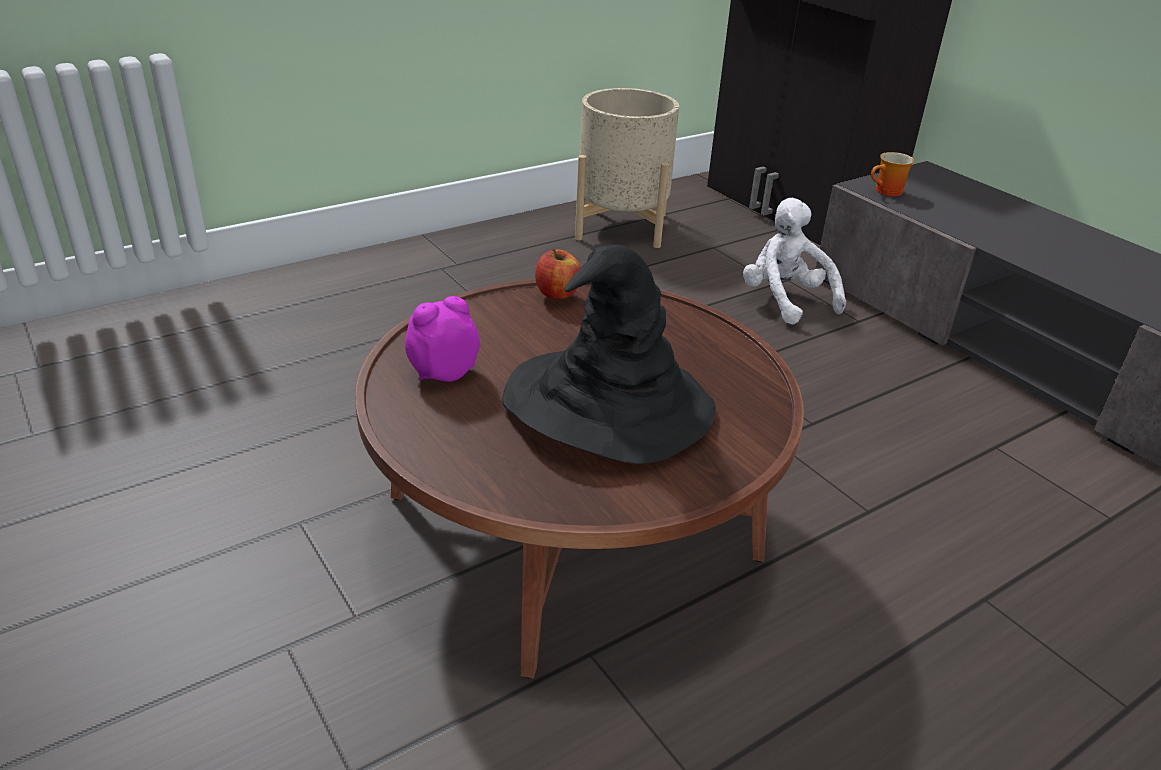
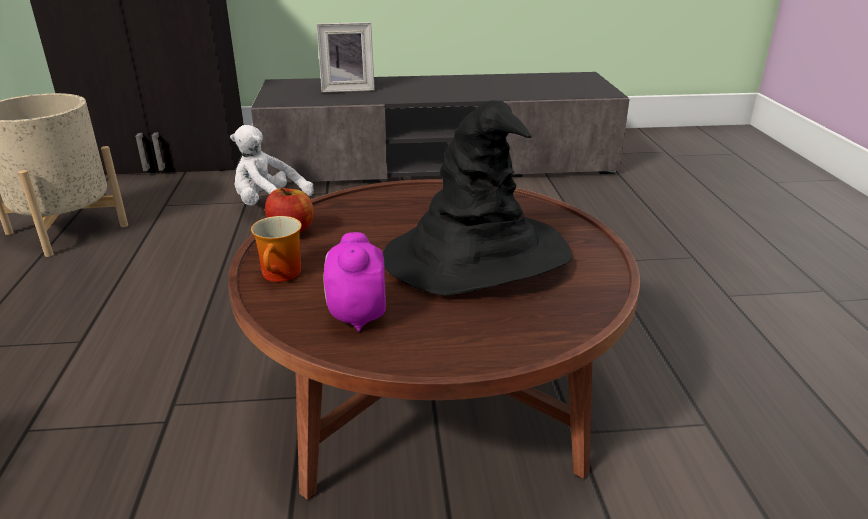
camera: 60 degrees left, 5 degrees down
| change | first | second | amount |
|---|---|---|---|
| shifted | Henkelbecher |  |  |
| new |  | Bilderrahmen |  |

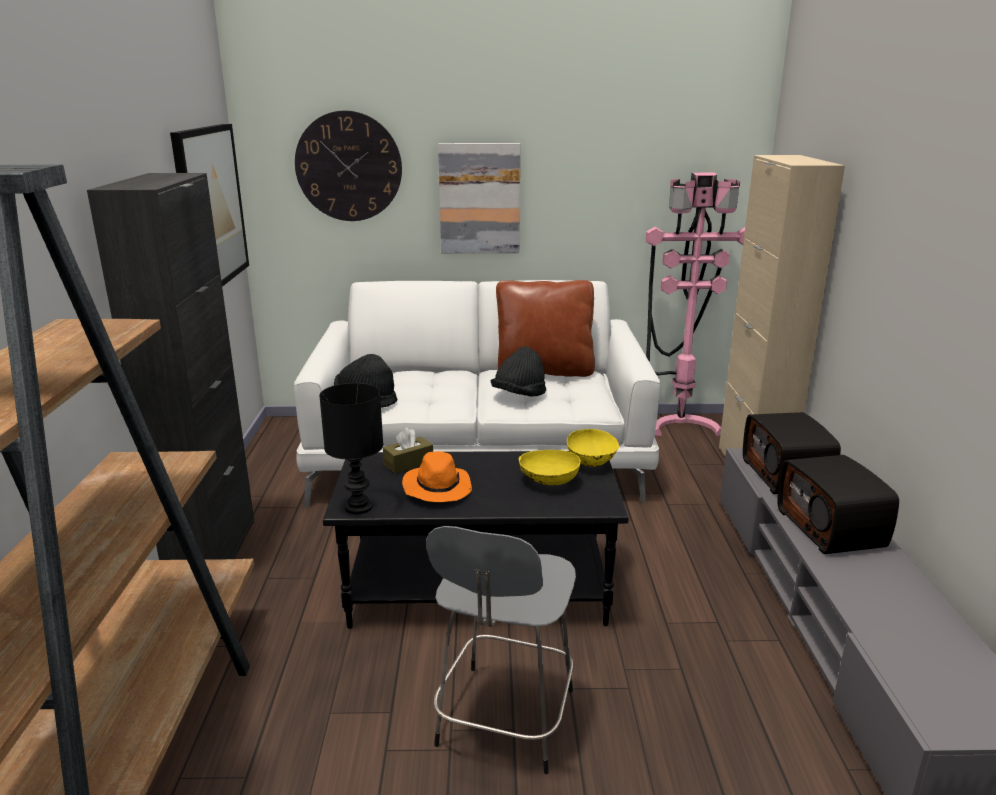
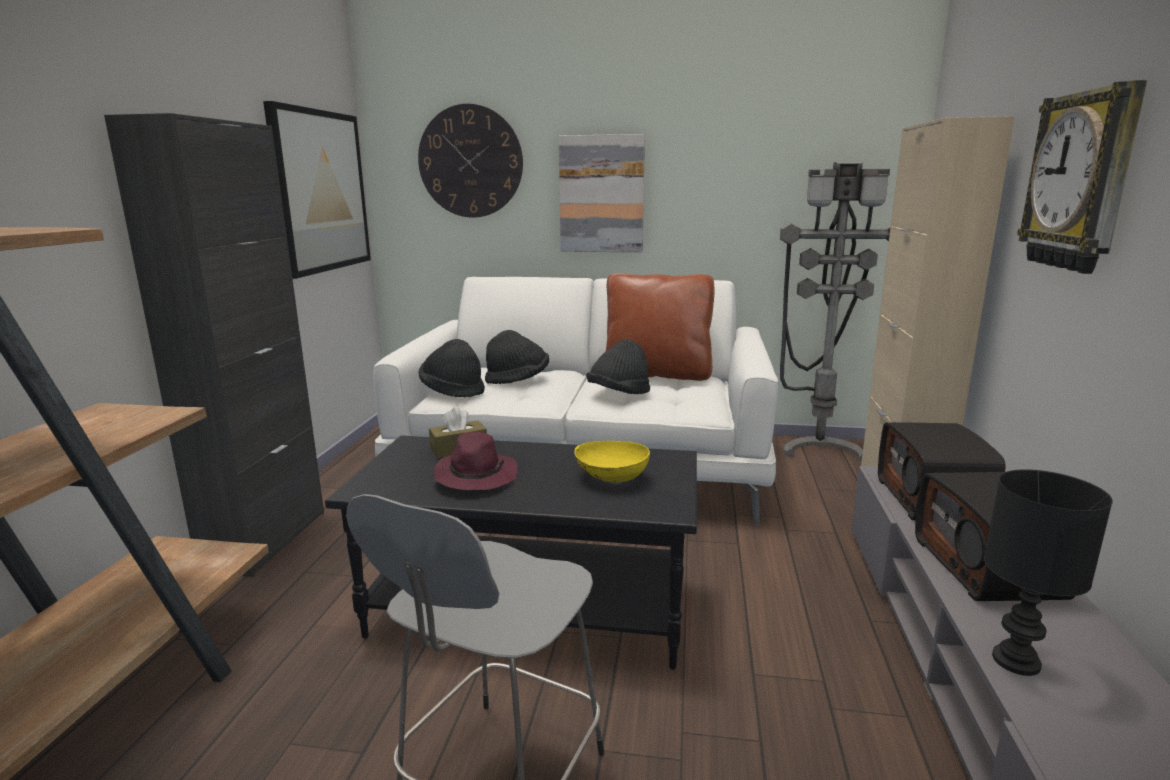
camera: 10 degrees right, 5 degrees down
| change | first | second | amount |
|---|---|---|---|
| repainted | Hut [orange] | Hut [lila] |  |
| new |  | Hut [schwarz] (no. 2 from left) |  |
| repainted | Stehlampe [rosa] | Stehlampe [grau] |  |
| shifted | Tischlampe [schwarz] |  |  |
| new |  | Wanduhr (no. 2 from left) |  |
| gone | Schüssel [gelb] (no. 2 from left) |  |  |

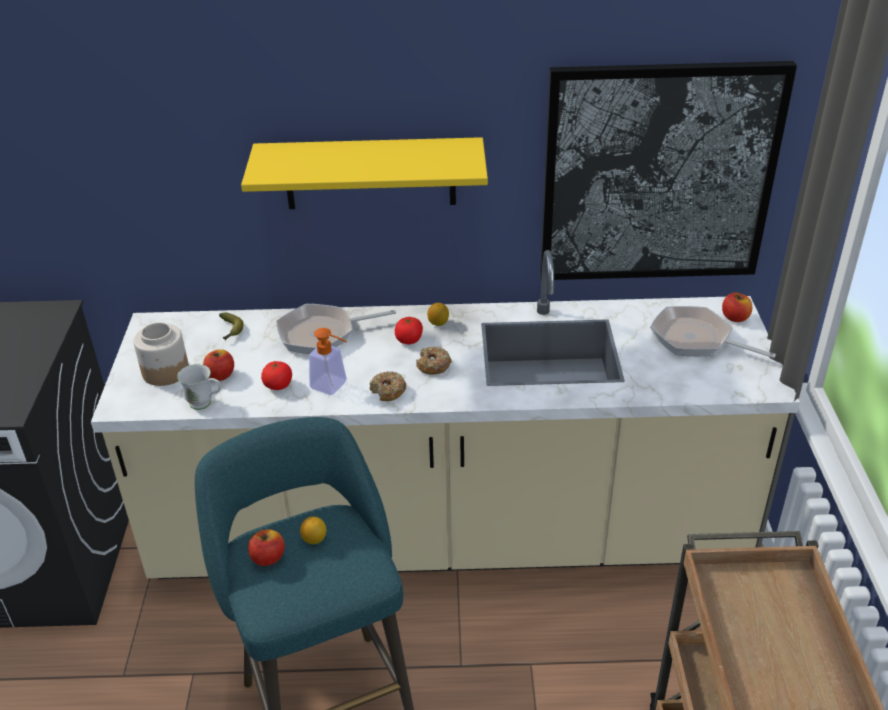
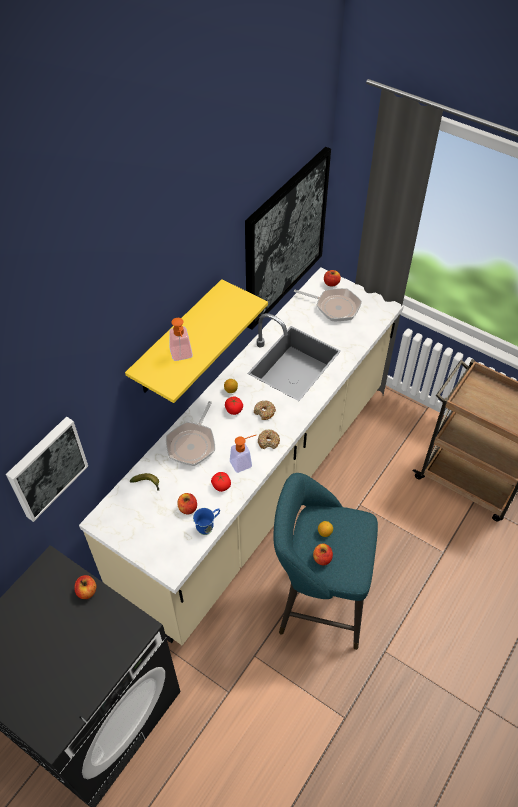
camera: 55 degrees left, 15 degrees up
| change | first | second | amount |
|---|---|---|---|
| new |  | Bild (no. 1 from left) |  |
| new |  | Apfel (no. 1 from left) |  |
| new |  | Seifenspender (no. 1 from left) |  |
| repainted | Henkelbecher [weiß] | Henkelbecher [blau] |  |
| rotated | Pfanne (no. 2 from left) |  | 135 degrees counterclockwise |
| gone | Vorratsglas |  |  |

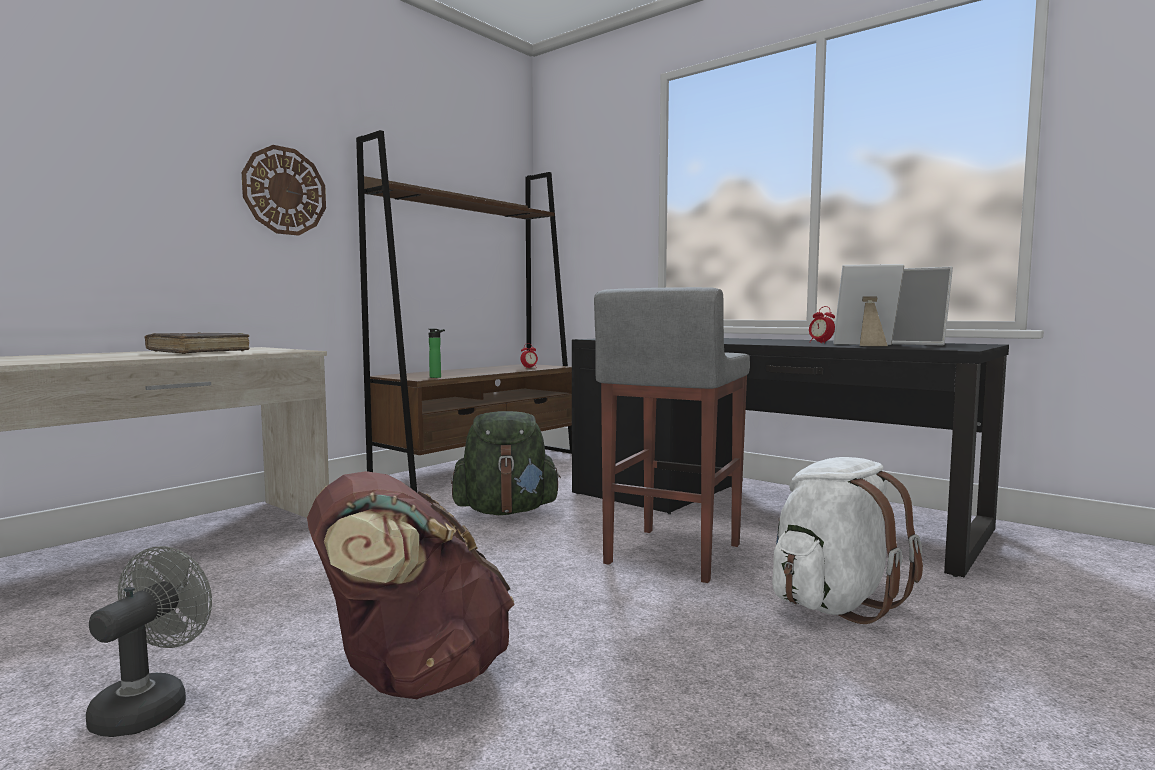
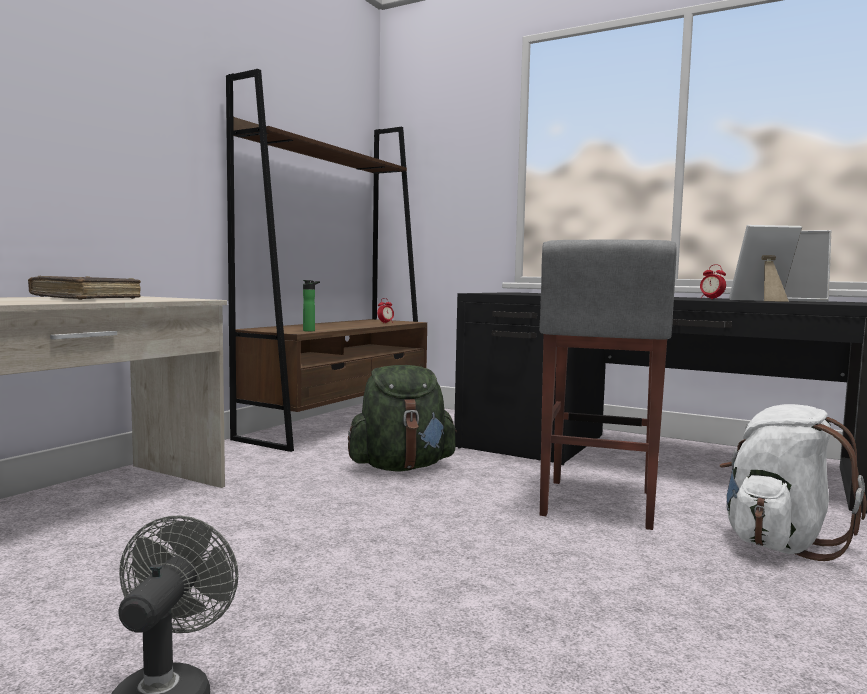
camera: 10 degrees left, 0 degrees up
| change | first | second | amount |
|---|---|---|---|
| gone | Wanduhr |  |  |
| gone | Rucksack [braun] |  |  |

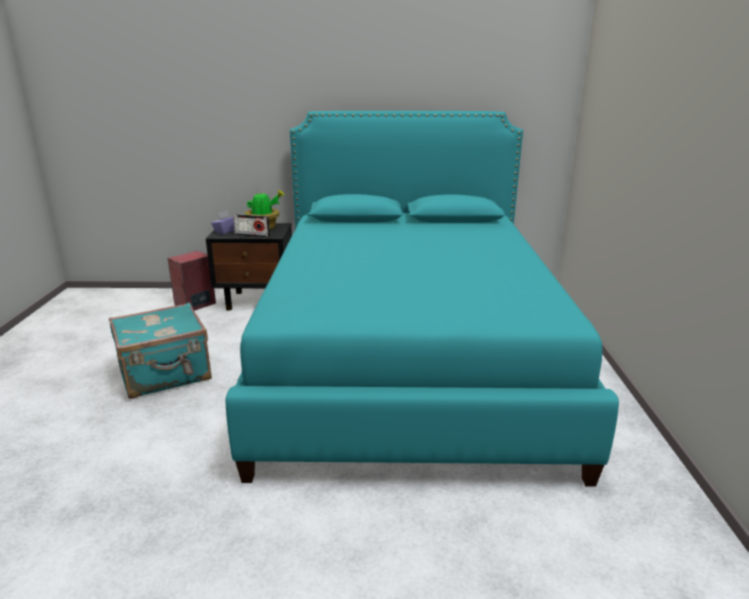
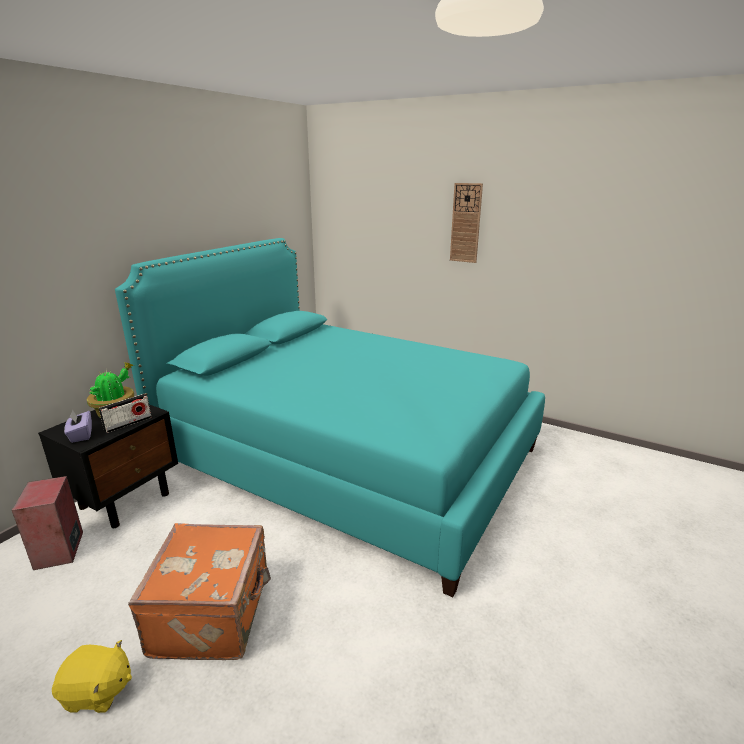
camera: 60 degrees left, 0 degrees up
| change | first | second | amount |
|---|---|---|---|
| new |  | Plüschtier [gelb] |  |
| repainted | Koffer [türkis] | Koffer [orange] |  |
| new |  | Wanduhr |  |

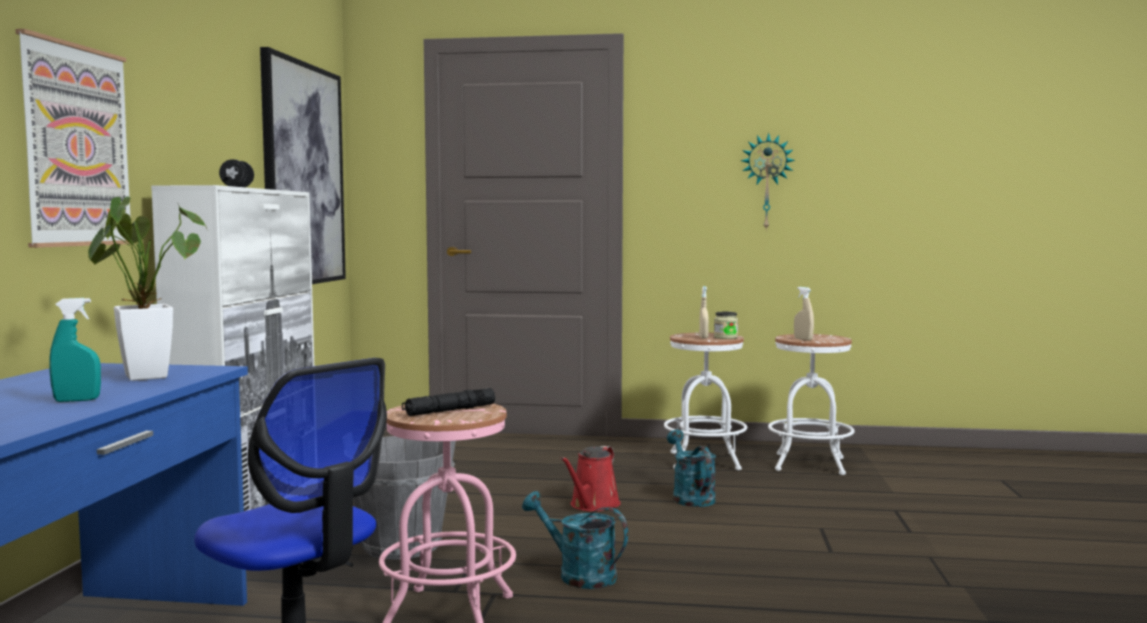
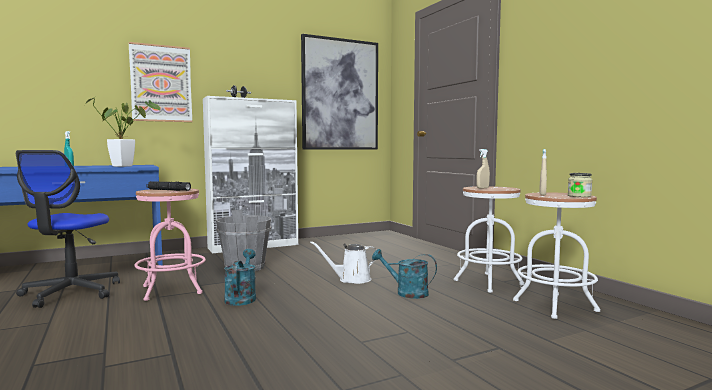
camera: 55 degrees right, 0 degrees up
| change | first | second | amount |
|---|---|---|---|
| repainted | Gießkanne [rot] | Gießkanne [weiß] |  |
| rotated | Gießkanne [türkis] (no. 2 from left) |  | 105 degrees counterclockwise |
| shifted | Vorratsglas |  |  |
| gone | Wanduhr |  |  |

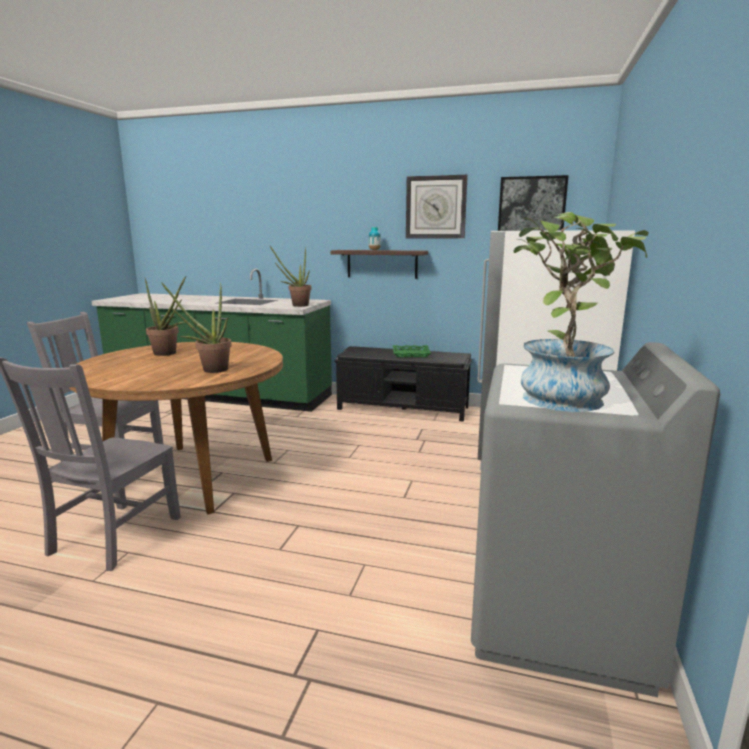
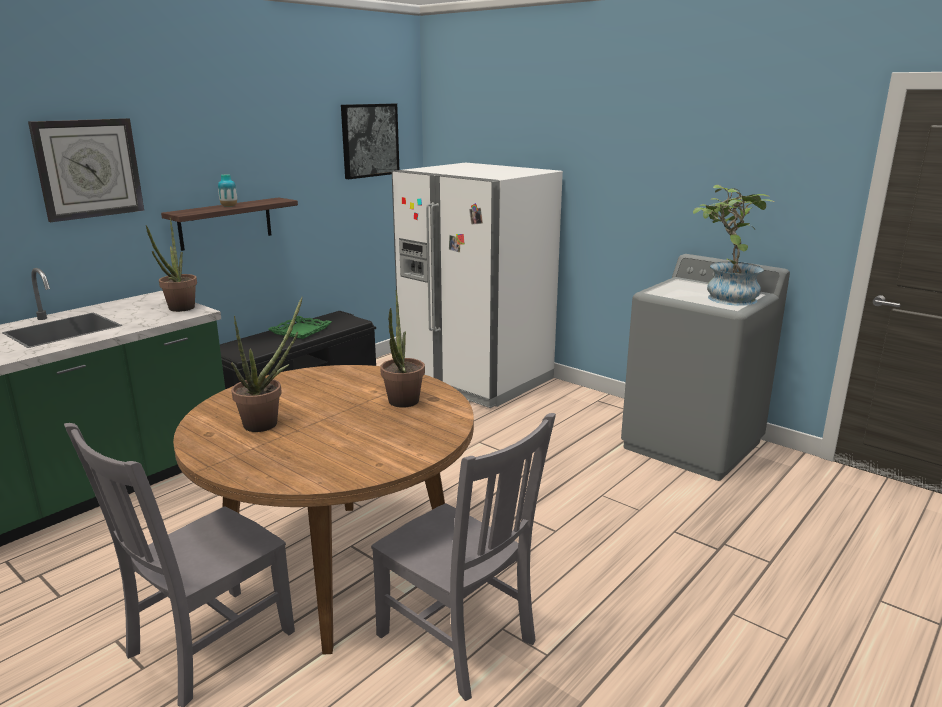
camera: 65 degrees left, 5 degrees up
| change | first | second | amount |
|---|---|---|---|
| shifted | Wanduhr |  |  |

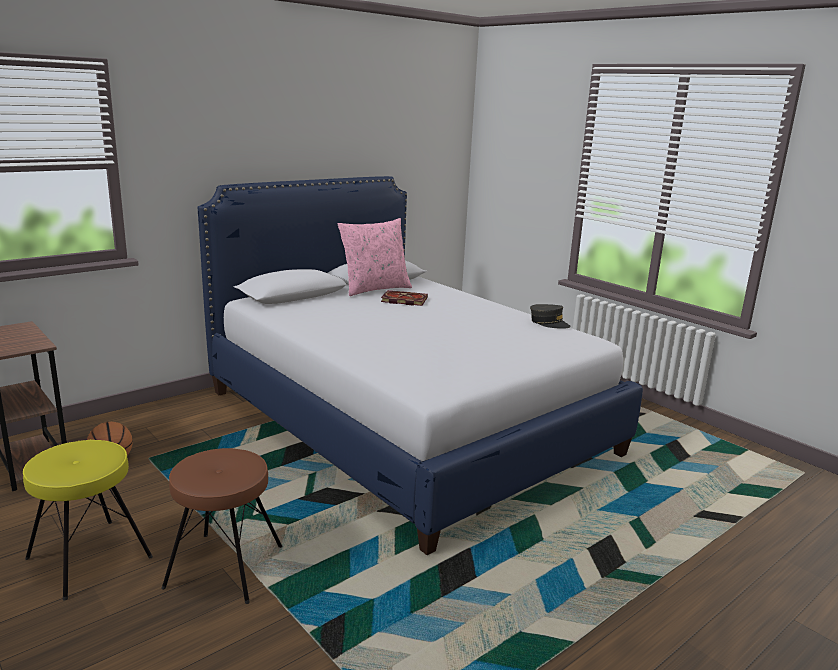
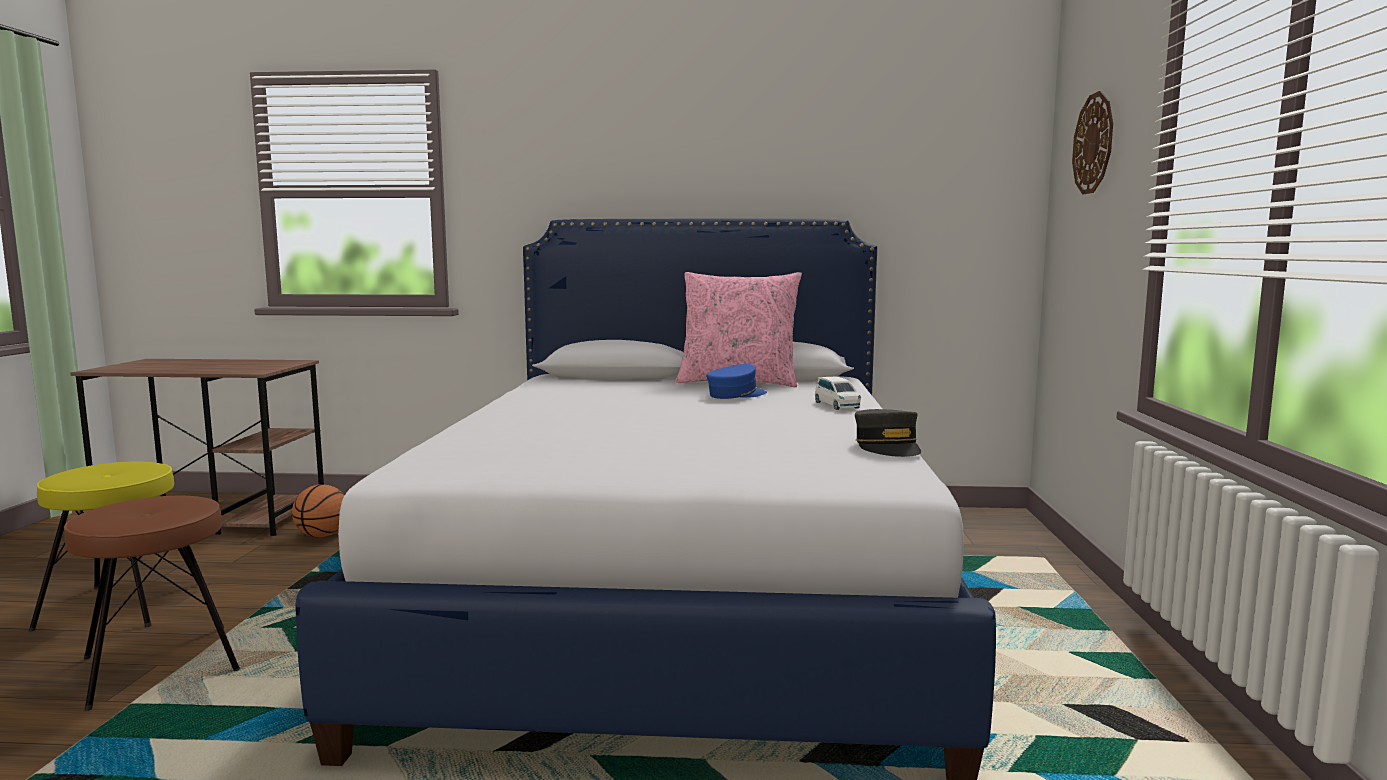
camera: 45 degrees right, 10 degrees down
| change | first | second | amount |
|---|---|---|---|
| swapped | Buch | Kappe [blau] |  |
| new |  | Spielzeugauto [weiß] |  |
| new |  | Wanduhr |  |

